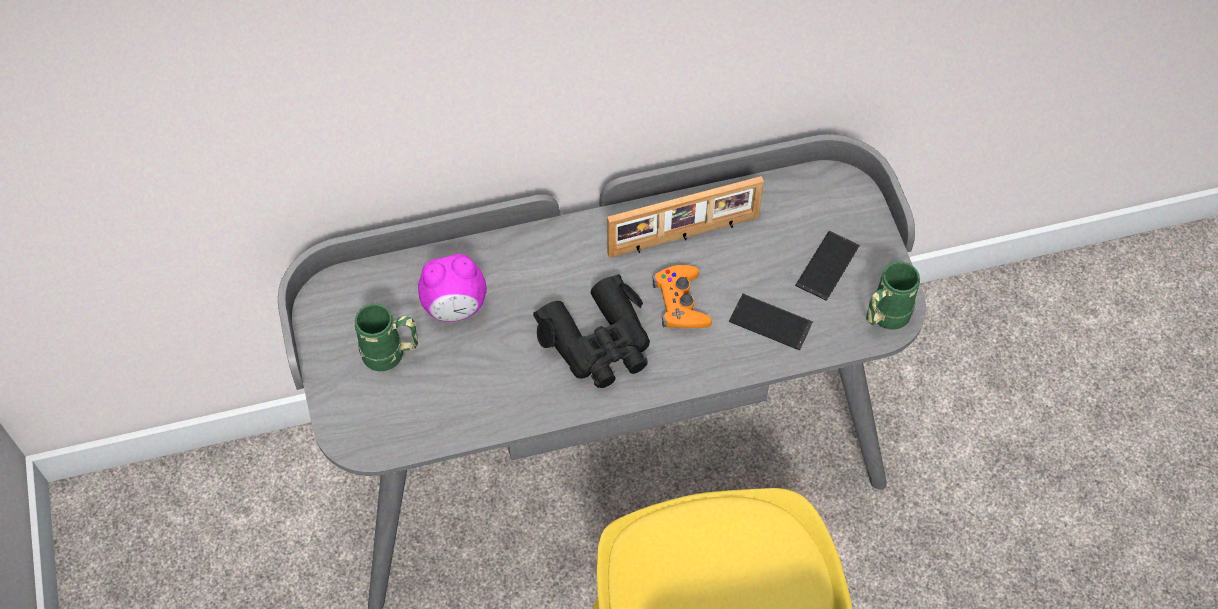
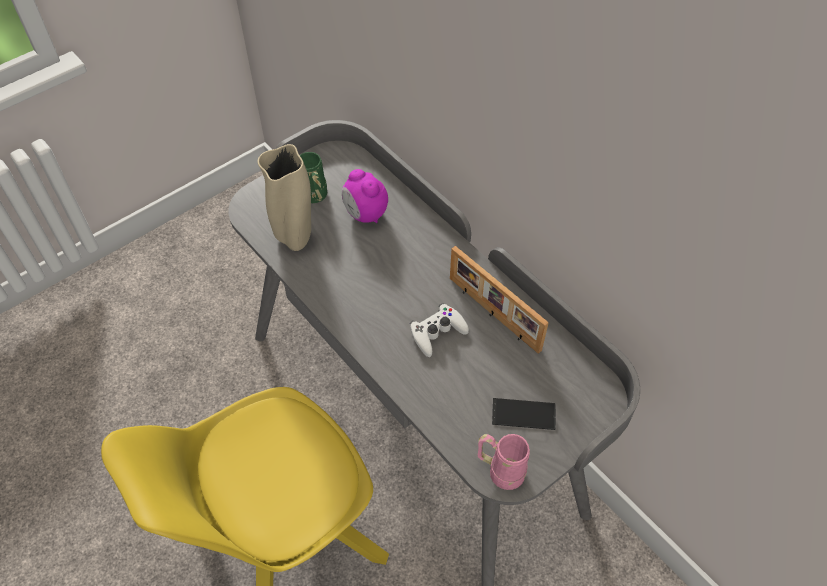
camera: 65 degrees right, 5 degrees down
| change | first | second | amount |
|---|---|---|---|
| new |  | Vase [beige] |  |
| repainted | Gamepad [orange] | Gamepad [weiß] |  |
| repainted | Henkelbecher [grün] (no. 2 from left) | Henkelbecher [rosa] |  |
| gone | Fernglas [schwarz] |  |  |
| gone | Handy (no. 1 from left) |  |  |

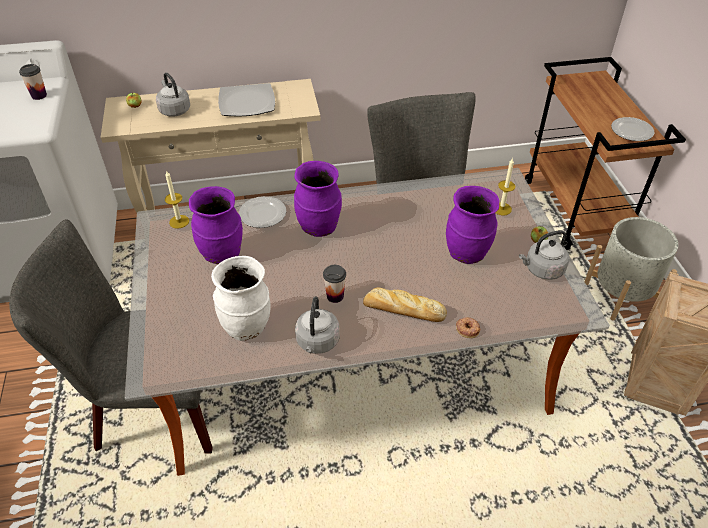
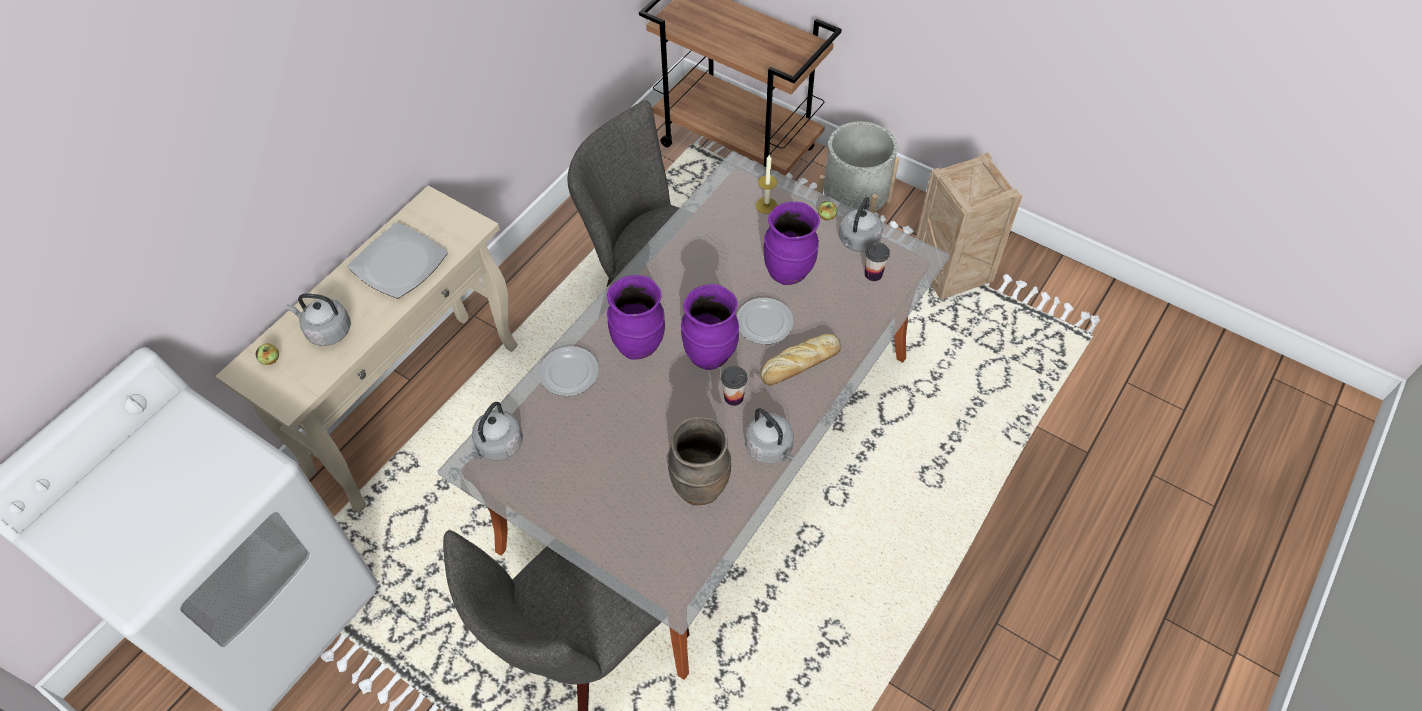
camera: 45 degrees left, 10 degrees up
| change | first | second | amount |
|---|---|---|---|
| swapped | Kerze (no. 1 from left) | Wasserkessel [grau] (no. 2 from left) |  |
| repainted | Vase [weiß] | Vase [braun] |  |
| shifted | Vase [lila] (no. 1 from left in the first image) | Vase [lila] (no. 2 from left) |  |
| shifted | Teller (no. 3 from left) |  |  |
| shifted | Tasse (no. 1 from left in the first image) | Tasse (no. 2 from left) |  |
| gone | Donut |  |  |

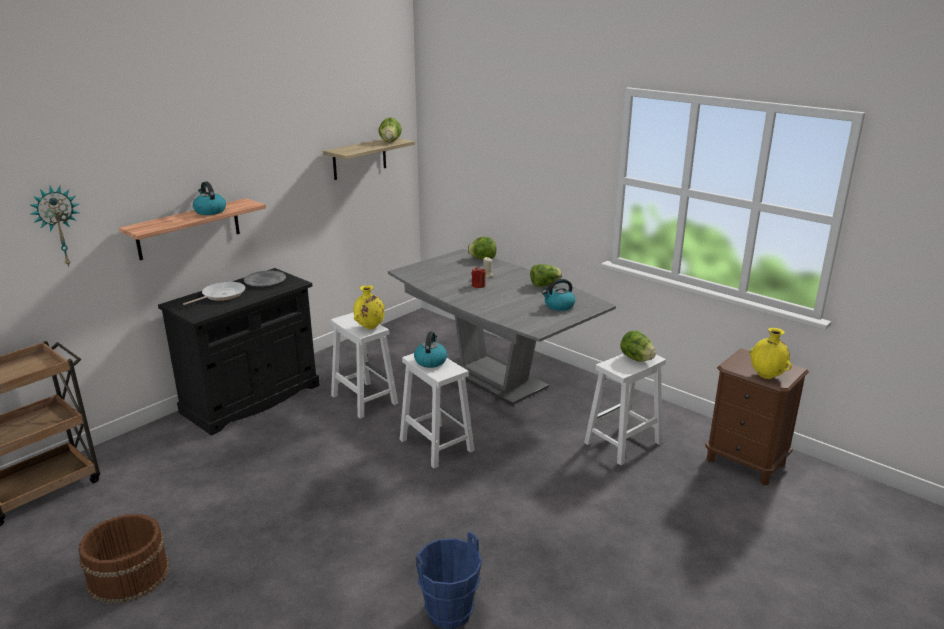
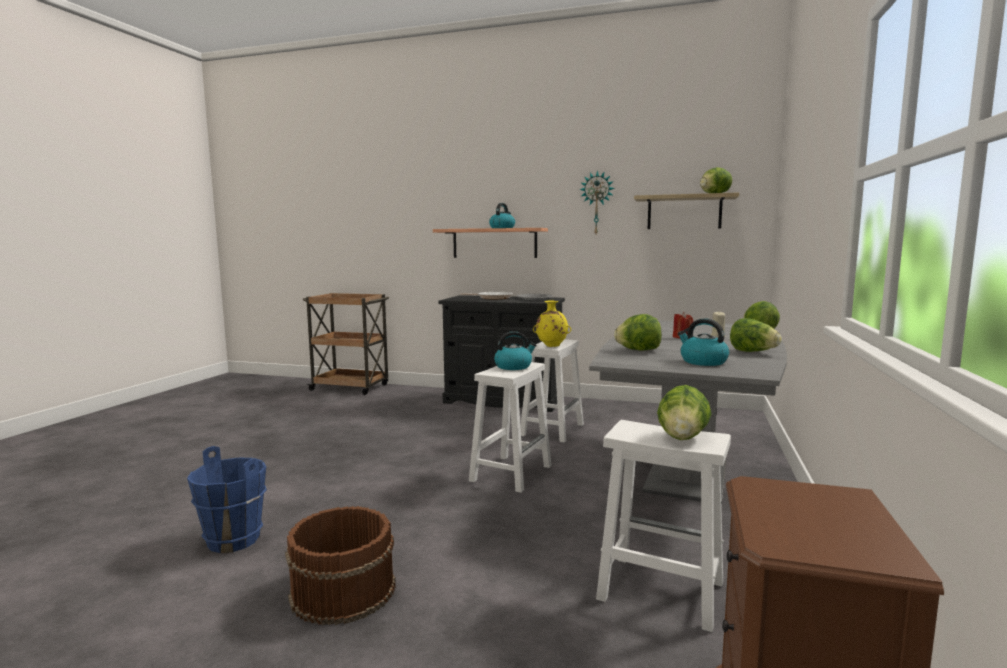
camera: 65 degrees right, 15 degrees down
| change | first | second | amount |
|---|---|---|---|
| shifted | Eimer [braun] |  |  |
| shifted | Wanduhr |  |  |
| new |  | Salatkopf (no. 1 from left) |  |
| gone | Vase [gelb] (no. 2 from left) |  |  |

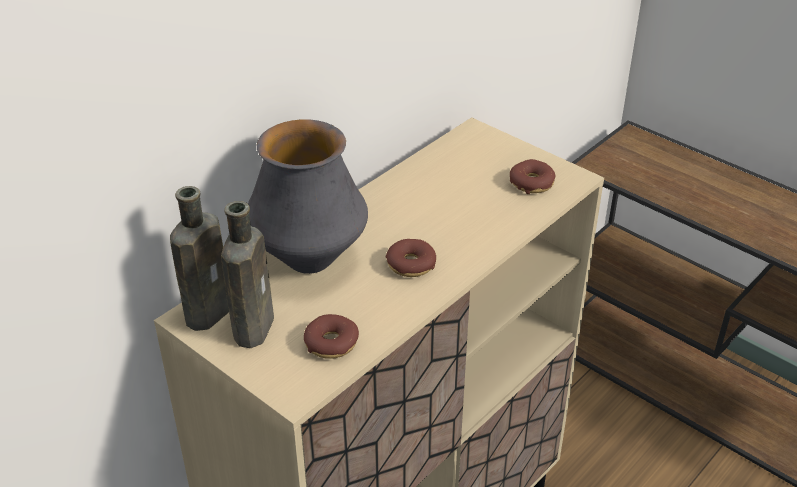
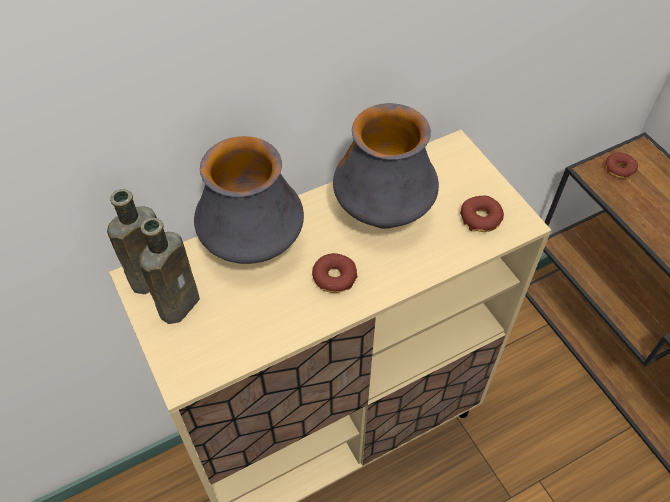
camera: 20 degrees right, 15 degrees up
| change | first | second | amount |
|---|---|---|---|
| new |  | Vase (no. 2 from left) |  |
| shifted | Donut (no. 1 from left in the first image) | Donut (no. 3 from left) |  |

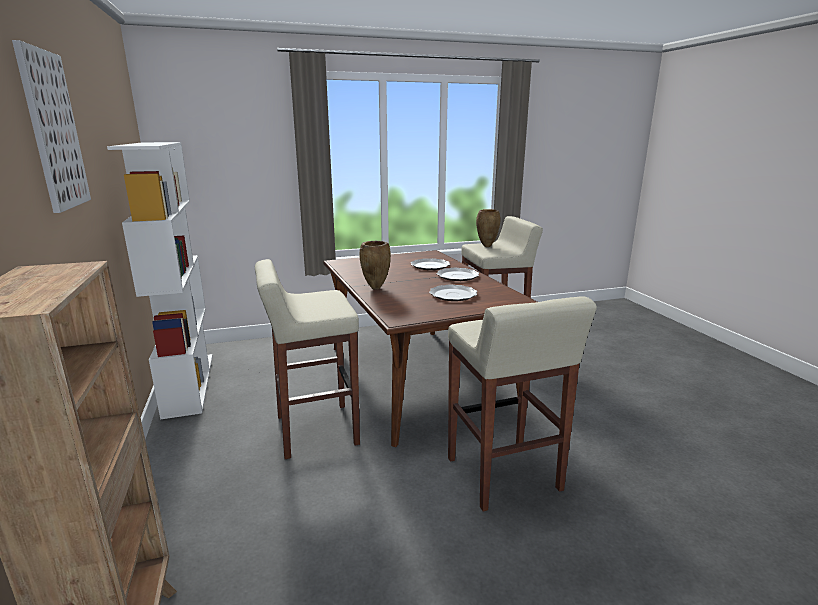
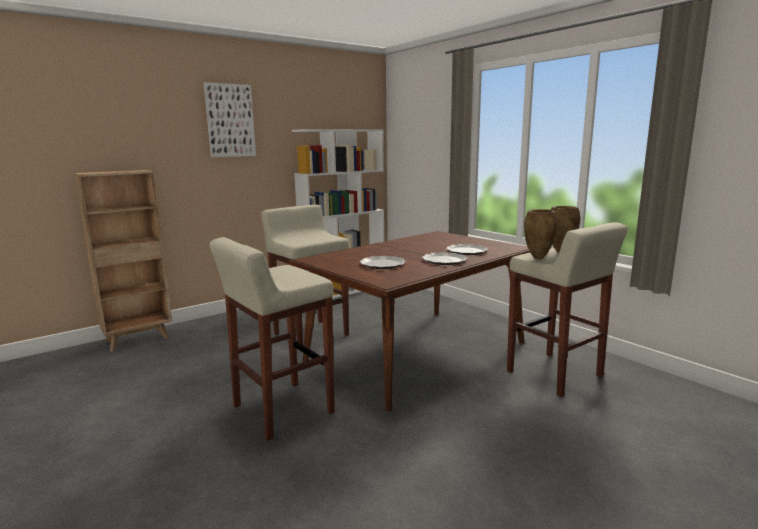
camera: 70 degrees right, 5 degrees down
| change | first | second | amount |
|---|---|---|---|
| shifted | Vase [braun] (no. 1 from left) |  |  |

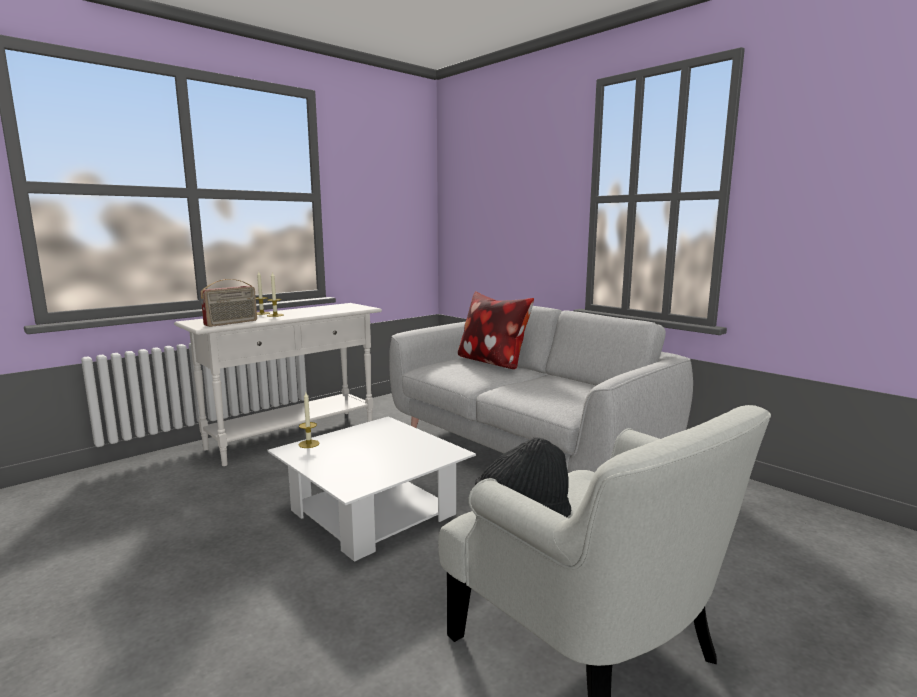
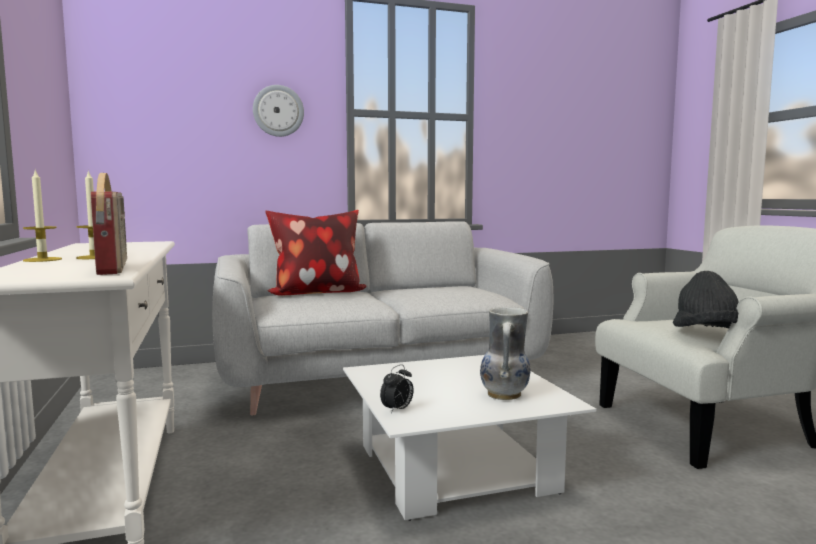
camera: 65 degrees left, 5 degrees down
| change | first | second | amount |
|---|---|---|---|
| new |  | Wanduhr |  |
| swapped | Kerze (no. 3 from left) | Wecker |  |
| new |  | Vase |  |

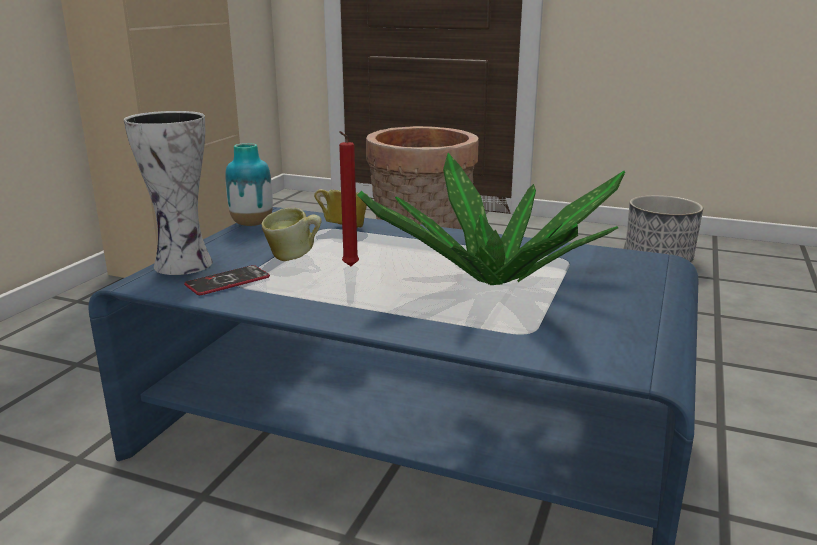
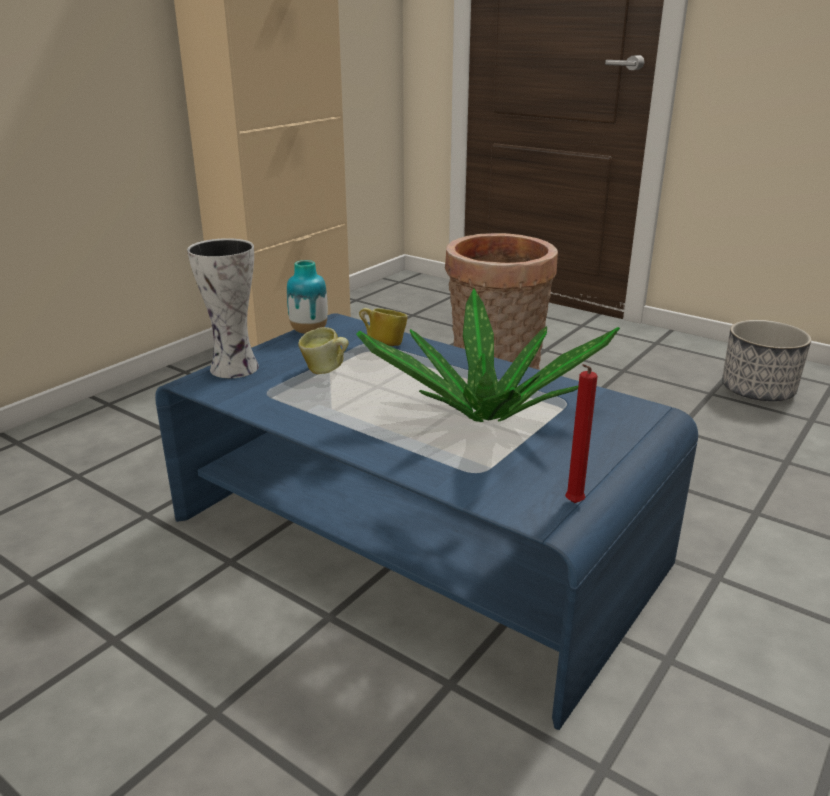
camera: 15 degrees right, 5 degrees up
| change | first | second | amount |
|---|---|---|---|
| shifted | Kerze [rot] |  |  |
| gone | Handy |  |  |

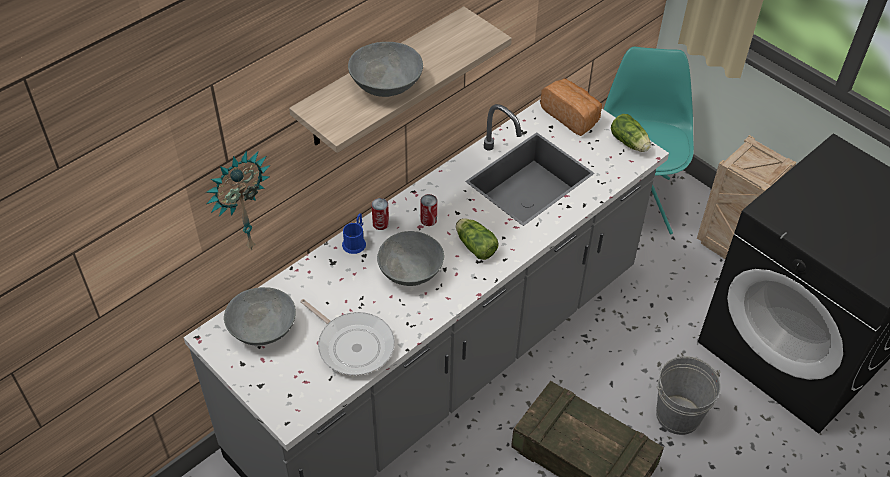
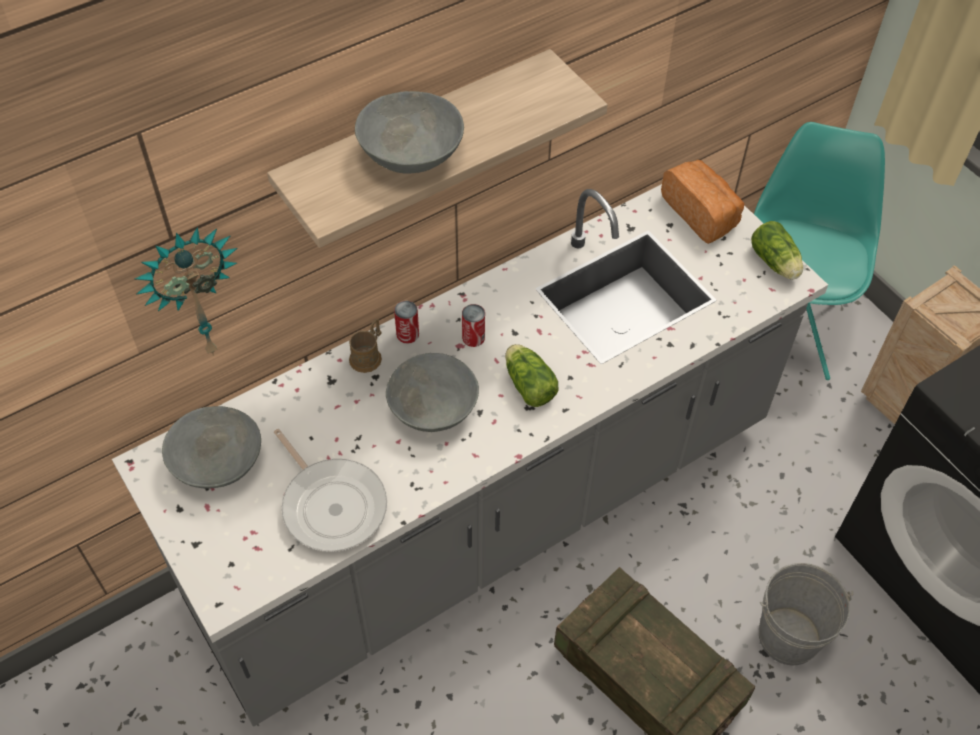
camera: 10 degrees right, 5 degrees up
| change | first | second | amount |
|---|---|---|---|
| repainted | Henkelbecher [blau] | Henkelbecher [braun] |  |

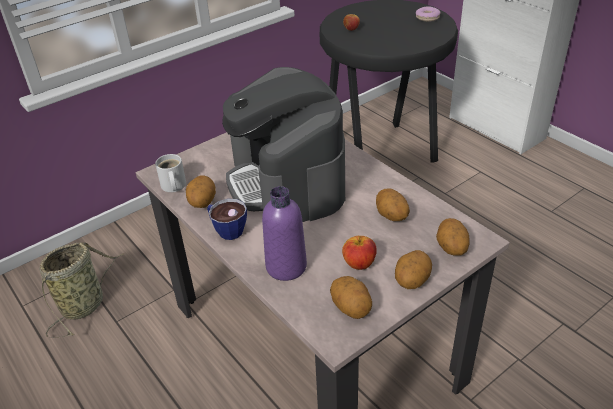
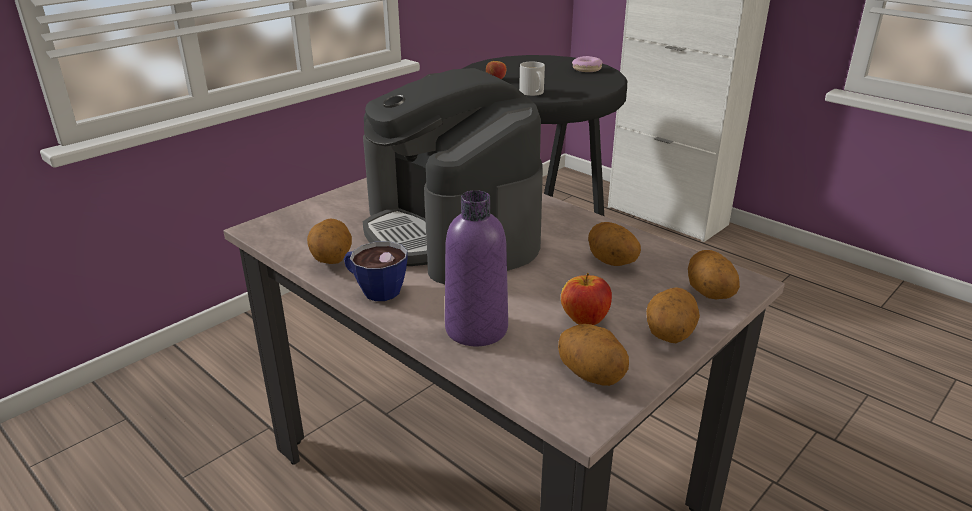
camera: 10 degrees left, 10 degrees down
| change | first | second | amount |
|---|---|---|---|
| shifted | Henkelbecher [weiß] |  |  |
| gone | Korb |  |  |

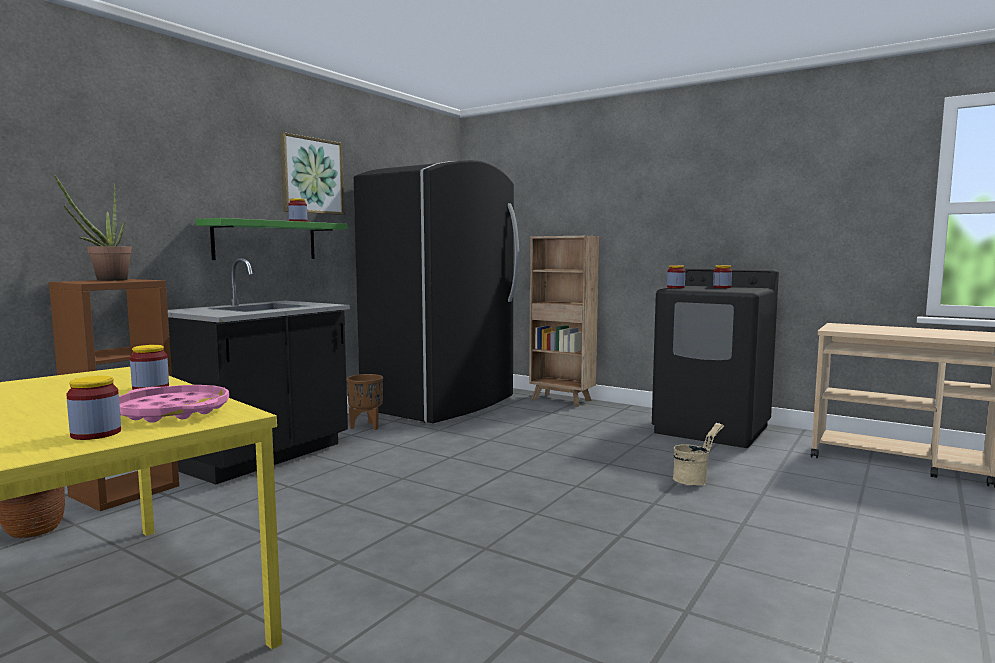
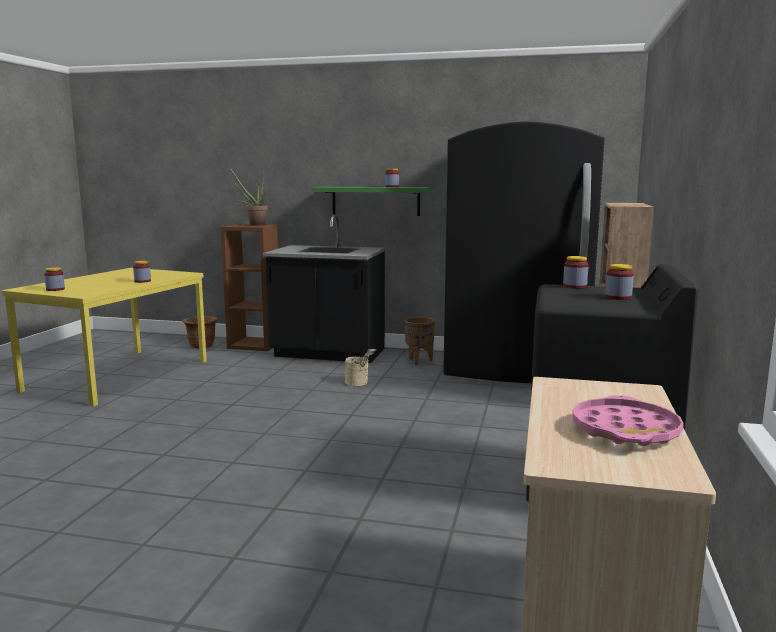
camera: 70 degrees right, 5 degrees up
| change | first | second | amount |
|---|---|---|---|
| shifted | Eimer [beige] |  |  |
| shifted | Tablett [rosa] |  |  |
| gone | Bild |  |  |

